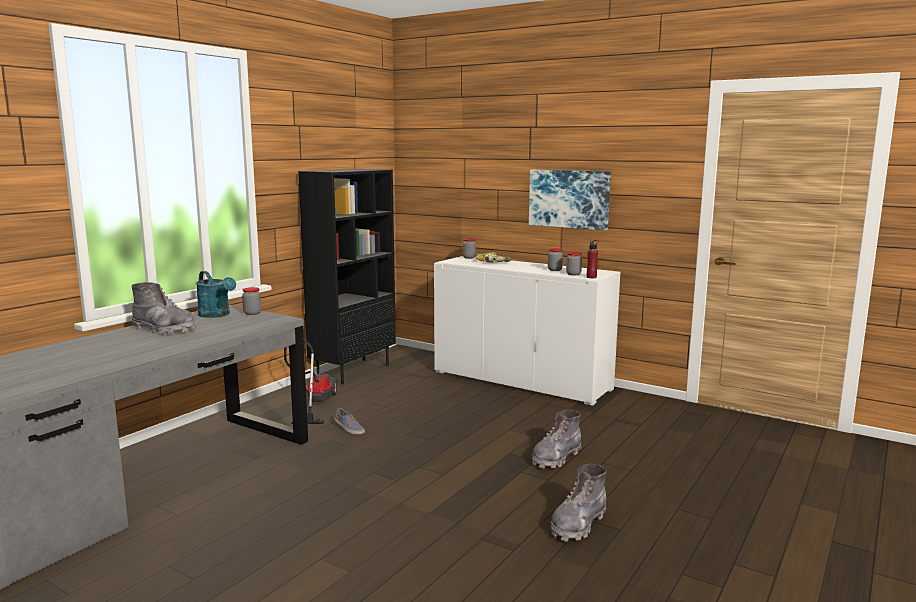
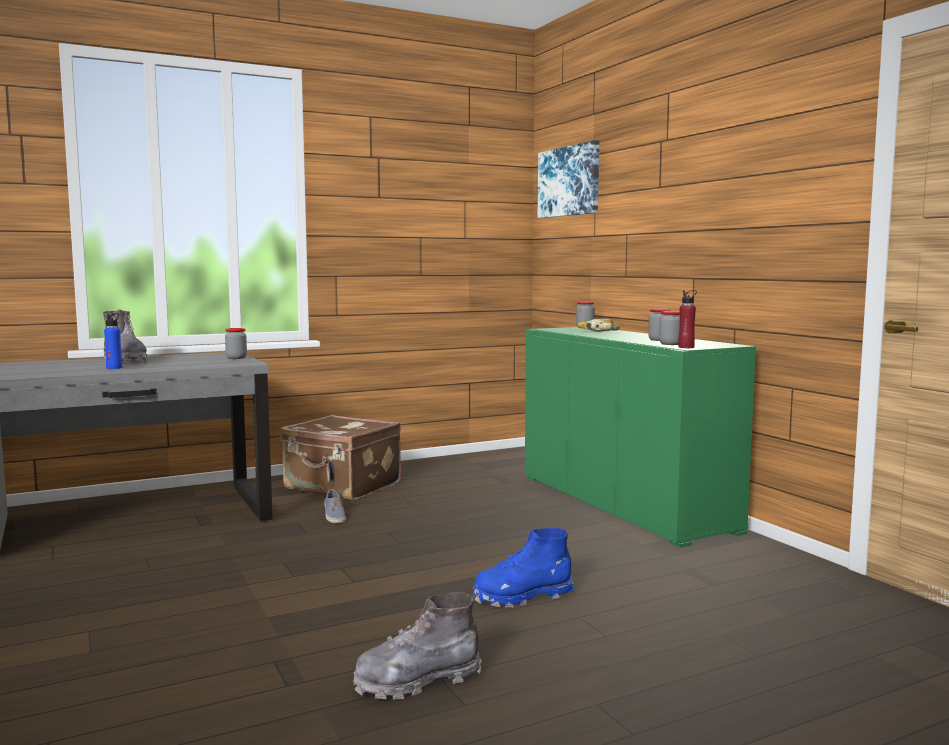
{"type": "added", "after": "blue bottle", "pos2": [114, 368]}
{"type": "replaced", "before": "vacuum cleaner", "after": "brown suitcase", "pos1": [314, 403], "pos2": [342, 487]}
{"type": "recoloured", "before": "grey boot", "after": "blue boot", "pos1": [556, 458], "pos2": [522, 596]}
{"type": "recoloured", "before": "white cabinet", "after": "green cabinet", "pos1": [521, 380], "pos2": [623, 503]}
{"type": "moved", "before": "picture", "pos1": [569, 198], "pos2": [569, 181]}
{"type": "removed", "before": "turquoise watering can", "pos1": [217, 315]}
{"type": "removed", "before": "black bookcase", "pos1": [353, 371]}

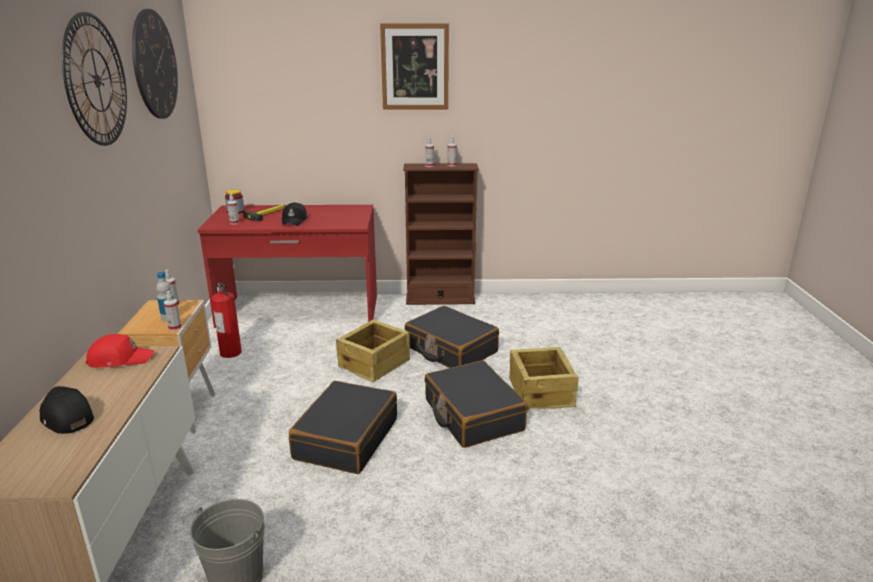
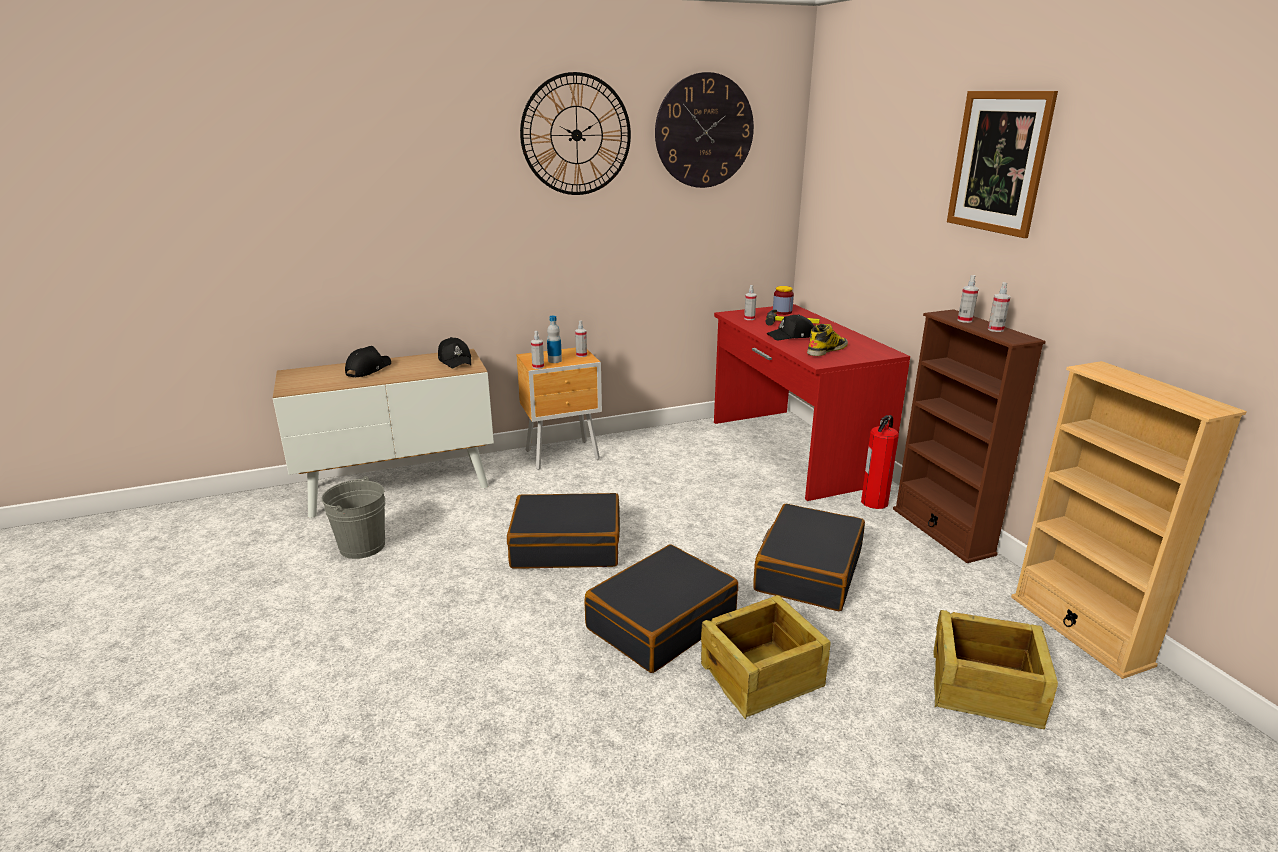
{"type": "recoloured", "before": "red cap", "after": "black cap", "pos1": [120, 359], "pos2": [455, 360]}
{"type": "added", "after": "boot", "pos2": [827, 350]}
{"type": "moved", "before": "fire extinguisher", "pos1": [230, 352], "pos2": [874, 502]}
{"type": "moved", "before": "crate", "pos1": [375, 363], "pos2": [985, 689]}
{"type": "added", "after": "beige bookcase", "pos2": [1079, 630]}

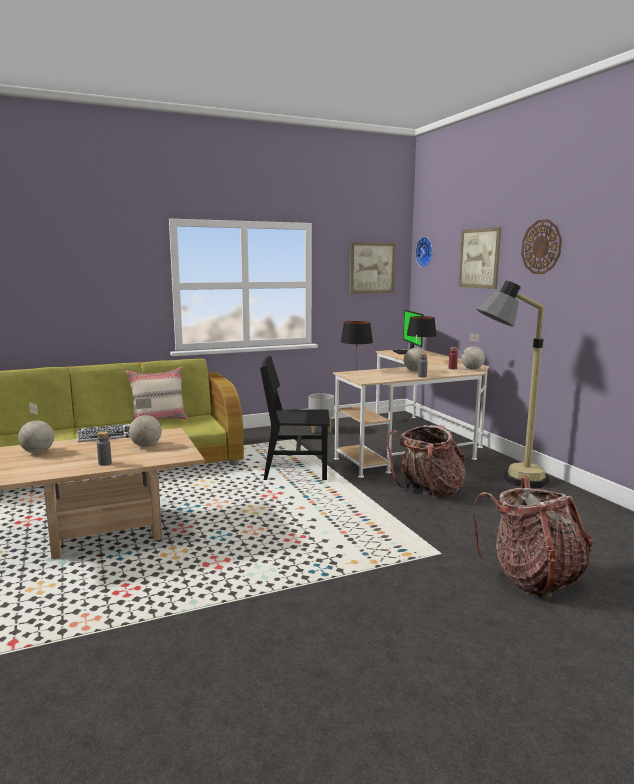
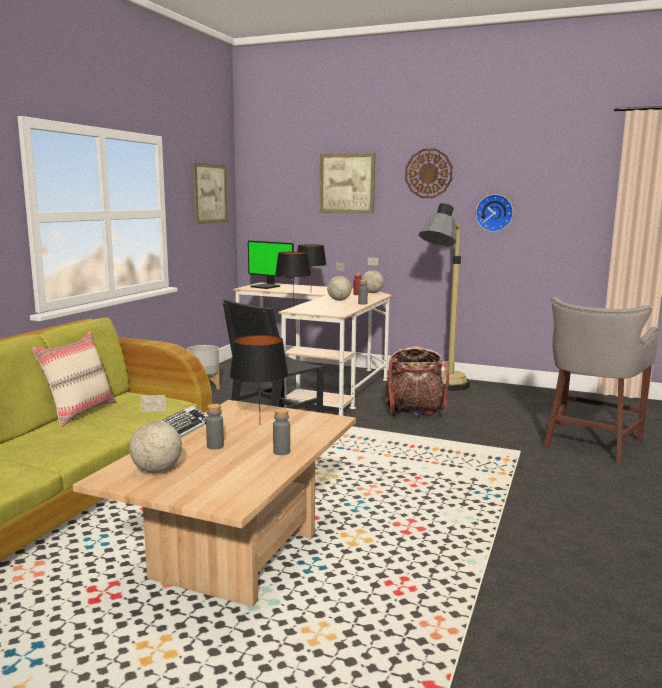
{"type": "added", "after": "grey bottle", "pos2": [215, 446]}
{"type": "replaced", "before": "globe", "after": "black table lamp", "pos1": [146, 446], "pos2": [260, 424]}
{"type": "moved", "before": "wall clock", "pos1": [426, 252], "pos2": [494, 213]}
{"type": "replaced", "before": "backpack", "after": "grey stool", "pos1": [532, 577], "pos2": [590, 444]}

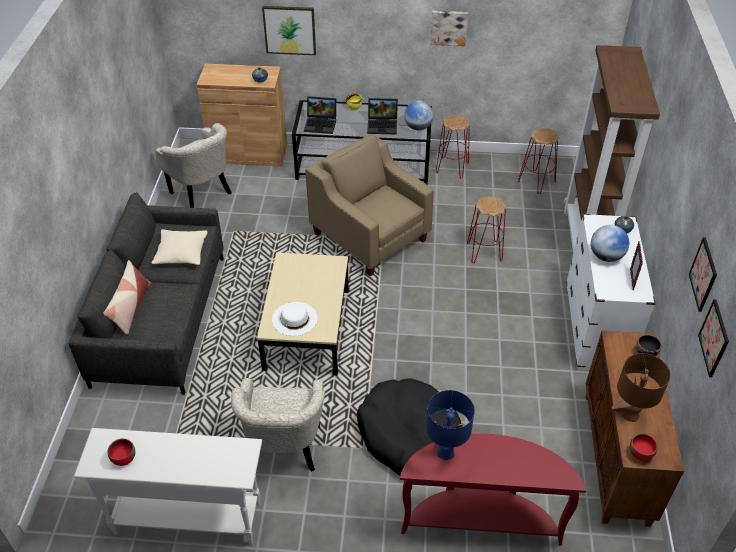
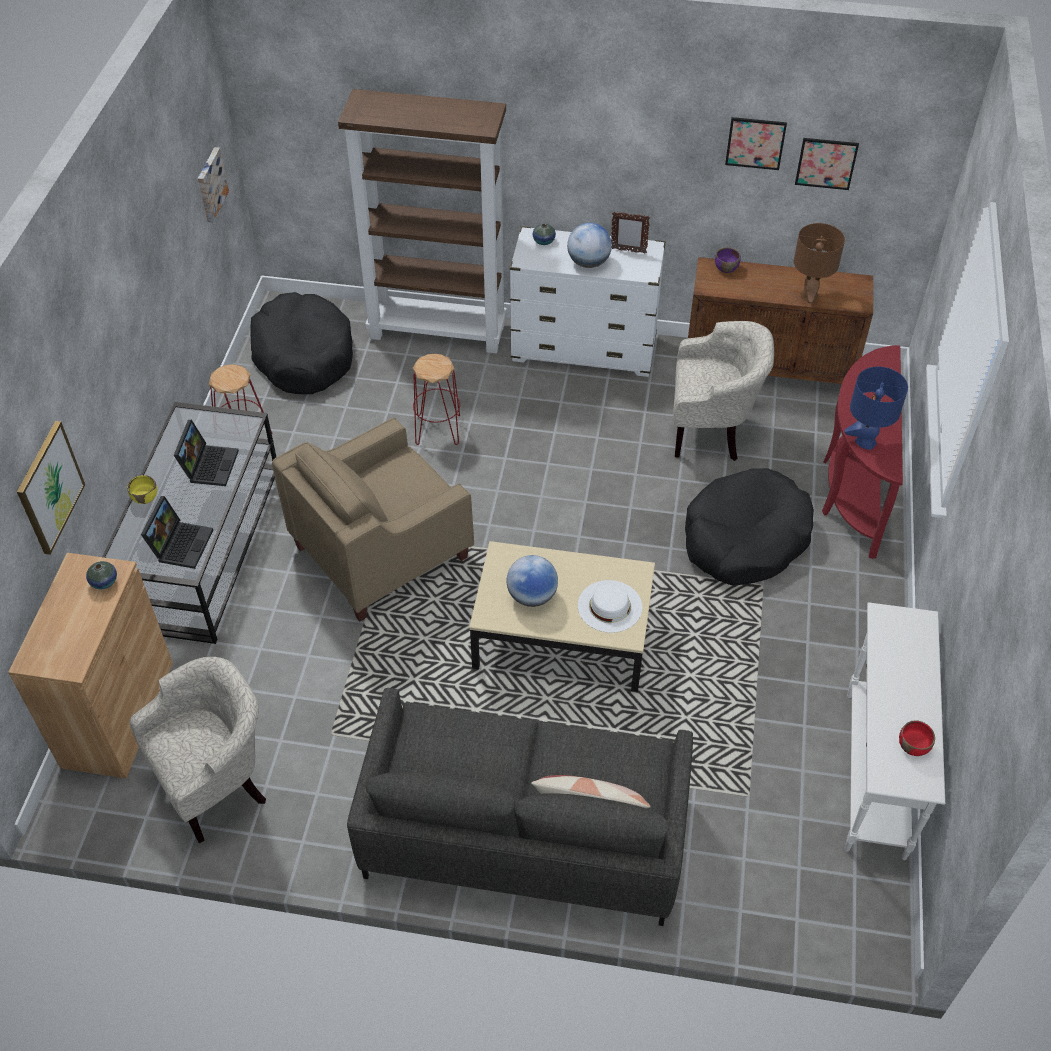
{"type": "moved", "before": "picture", "pos1": [448, 27], "pos2": [210, 184]}
{"type": "replaced", "before": "red stool", "after": "black dog bed", "pos1": [536, 182], "pos2": [303, 355]}
{"type": "moved", "before": "globe", "pos1": [418, 127], "pos2": [532, 596]}
{"type": "moved", "before": "beige armchair", "pos1": [284, 451], "pos2": [711, 432]}
{"type": "recoloured", "before": "black bowl", "after": "purple bowl", "pos1": [646, 352], "pos2": [726, 268]}
{"type": "removed", "before": "beige pillow", "pos1": [181, 253]}
{"type": "removed", "before": "red bowl", "pos1": [640, 453]}

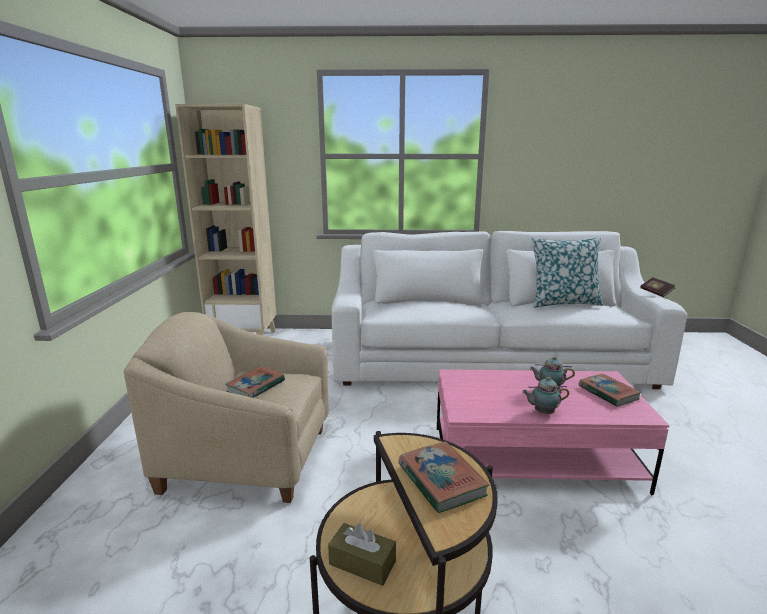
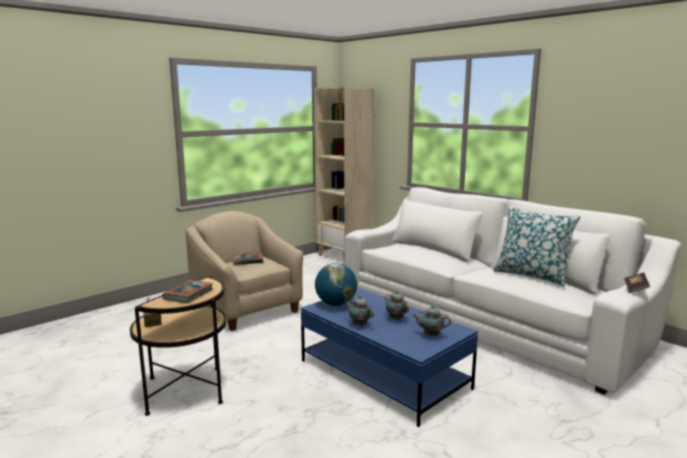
{"type": "recoloured", "before": "pink coffee table", "after": "blue coffee table", "pos1": [534, 458], "pos2": [383, 374]}
{"type": "added", "after": "globe", "pos2": [336, 304]}
{"type": "replaced", "before": "book", "after": "teapot", "pos1": [608, 393], "pos2": [430, 335]}

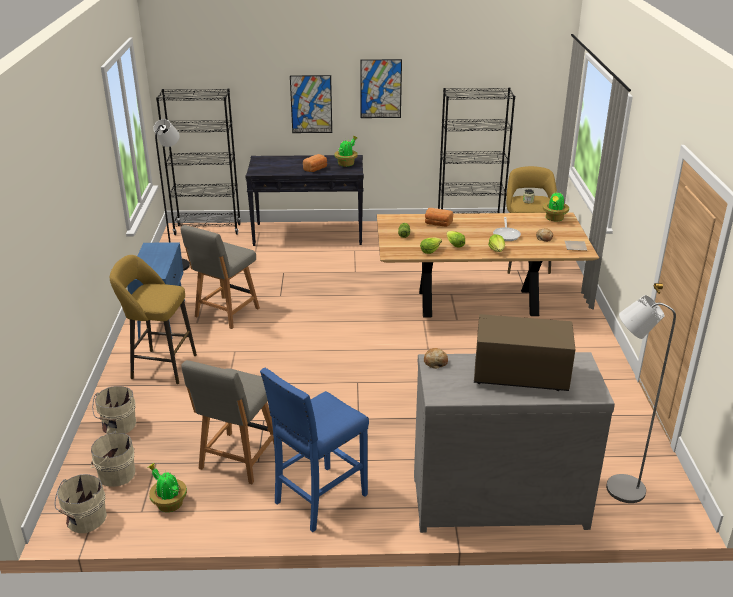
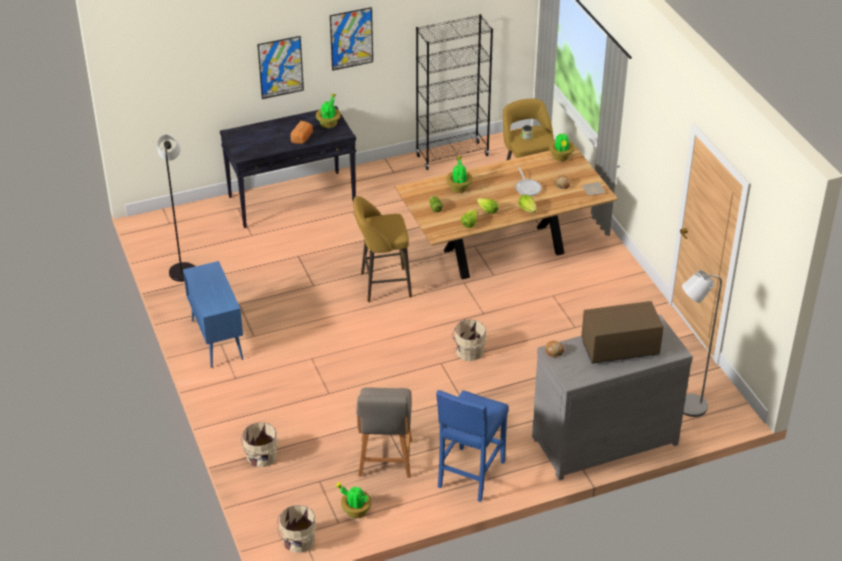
{"type": "moved", "before": "yellow stool", "pos1": [160, 366], "pos2": [382, 285]}
{"type": "replaced", "before": "bread", "after": "potted plant", "pos1": [437, 224], "pos2": [459, 187]}
{"type": "moved", "before": "beige bucket", "pos1": [115, 474], "pos2": [468, 351]}
{"type": "removed", "before": "black bookcase", "pos1": [208, 229]}
{"type": "removed", "before": "grey chair", "pos1": [225, 313]}

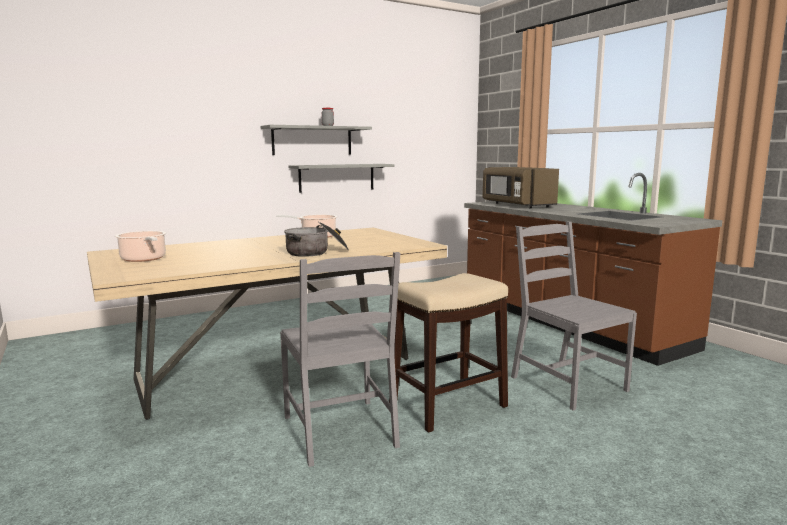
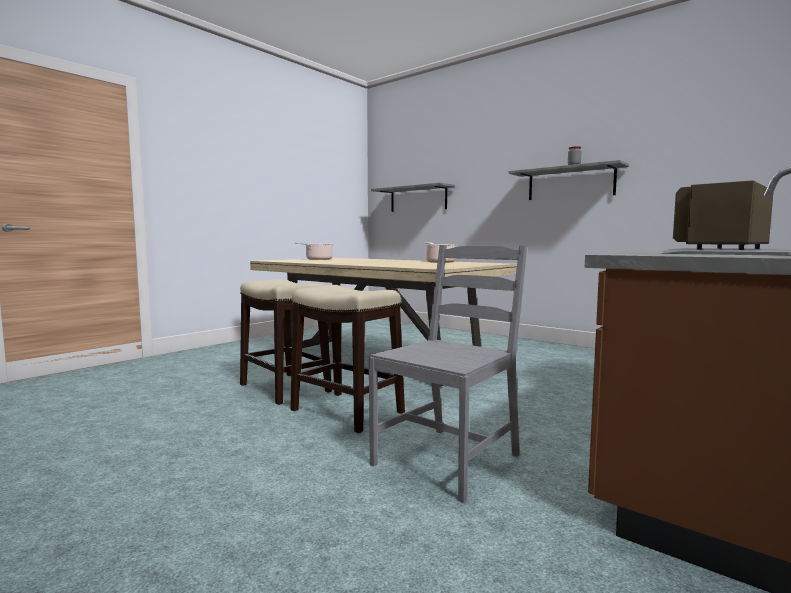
{"type": "replaced", "before": "grey chair", "after": "stool", "pos1": [341, 431], "pos2": [284, 388]}
{"type": "moved", "before": "grey shelf", "pos1": [337, 177], "pos2": [418, 199]}
{"type": "removed", "before": "cooking pot", "pos1": [317, 252]}

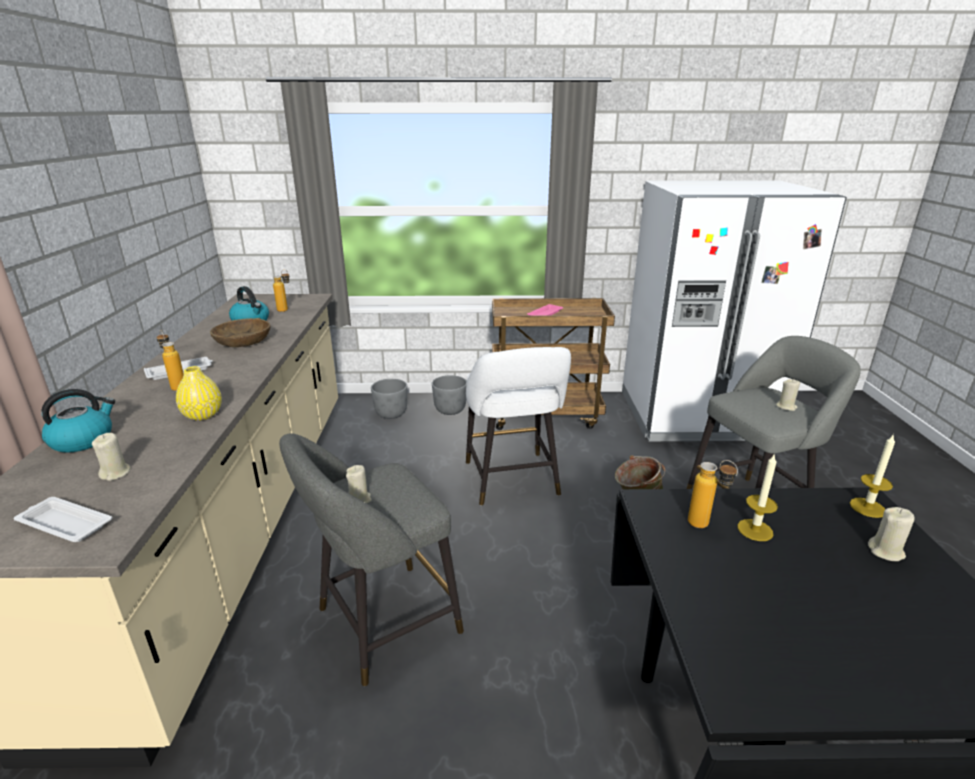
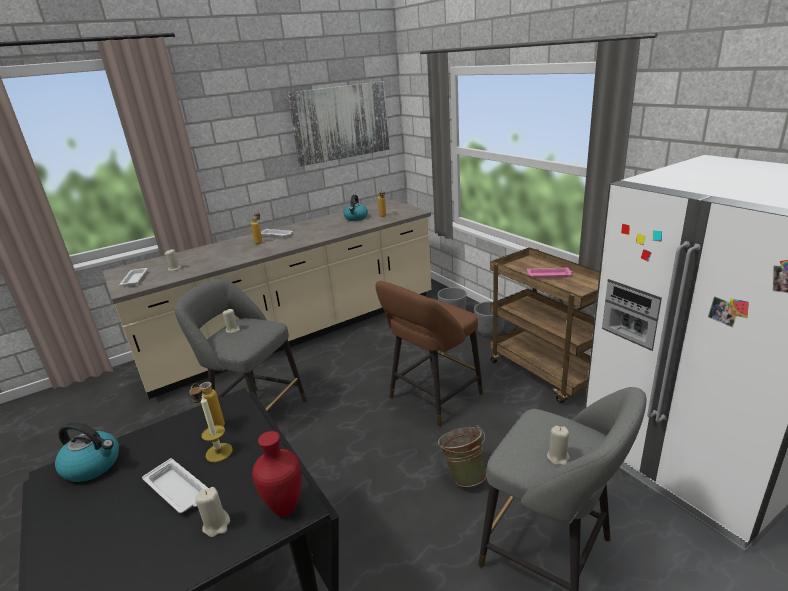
{"type": "moved", "before": "kettle", "pos1": [83, 440], "pos2": [93, 465]}
{"type": "added", "after": "white tray", "pos2": [178, 490]}
{"type": "replaced", "before": "candle", "after": "red vase", "pos1": [867, 507], "pos2": [284, 508]}
{"type": "added", "after": "picture", "pos2": [341, 122]}
{"type": "recoloured", "before": "white stool", "after": "brown stool", "pos1": [513, 481], "pos2": [432, 398]}
{"type": "removed", "before": "yellow vase", "pos1": [203, 415]}
{"type": "removed", "before": "brown bowl", "pos1": [243, 341]}

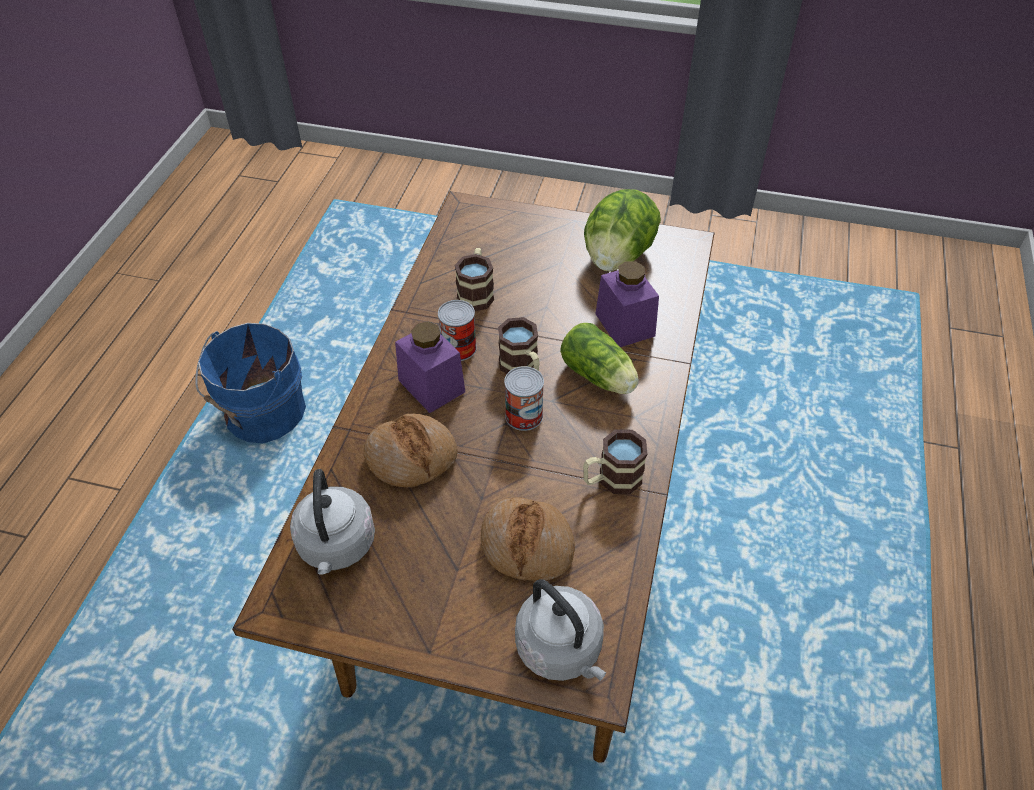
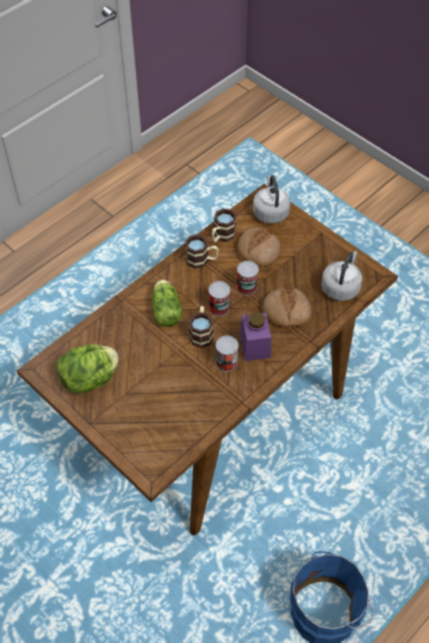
{"type": "moved", "before": "mug", "pos1": [476, 292], "pos2": [222, 236]}
{"type": "added", "after": "can", "pos2": [247, 287]}
{"type": "removed", "before": "purple jar", "pos1": [625, 325]}

